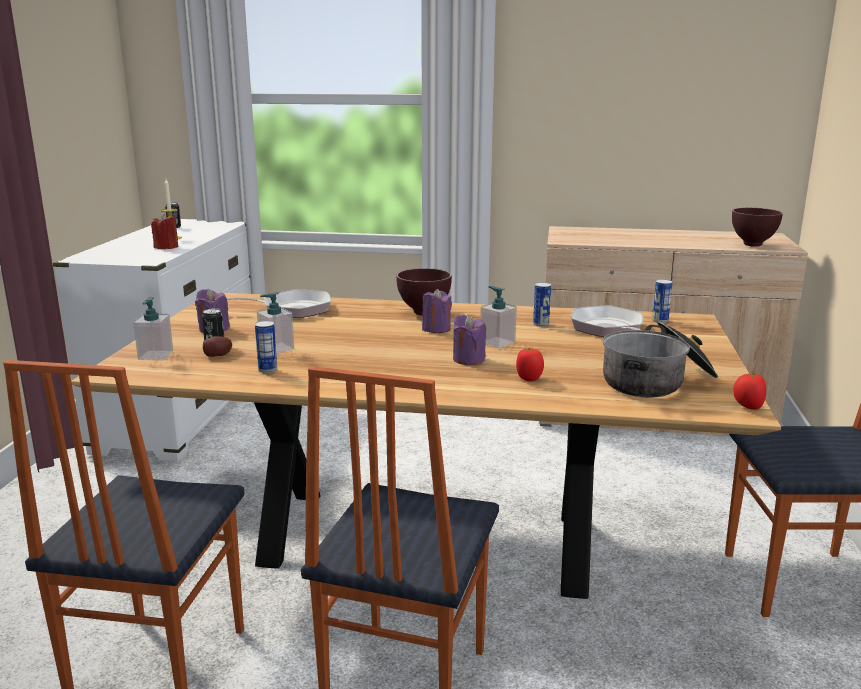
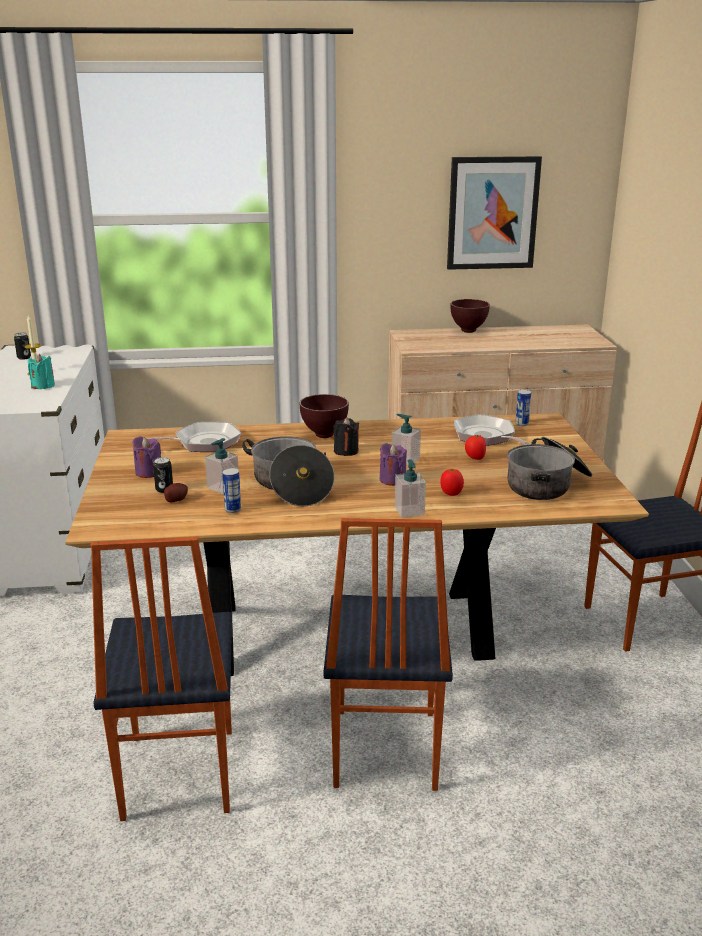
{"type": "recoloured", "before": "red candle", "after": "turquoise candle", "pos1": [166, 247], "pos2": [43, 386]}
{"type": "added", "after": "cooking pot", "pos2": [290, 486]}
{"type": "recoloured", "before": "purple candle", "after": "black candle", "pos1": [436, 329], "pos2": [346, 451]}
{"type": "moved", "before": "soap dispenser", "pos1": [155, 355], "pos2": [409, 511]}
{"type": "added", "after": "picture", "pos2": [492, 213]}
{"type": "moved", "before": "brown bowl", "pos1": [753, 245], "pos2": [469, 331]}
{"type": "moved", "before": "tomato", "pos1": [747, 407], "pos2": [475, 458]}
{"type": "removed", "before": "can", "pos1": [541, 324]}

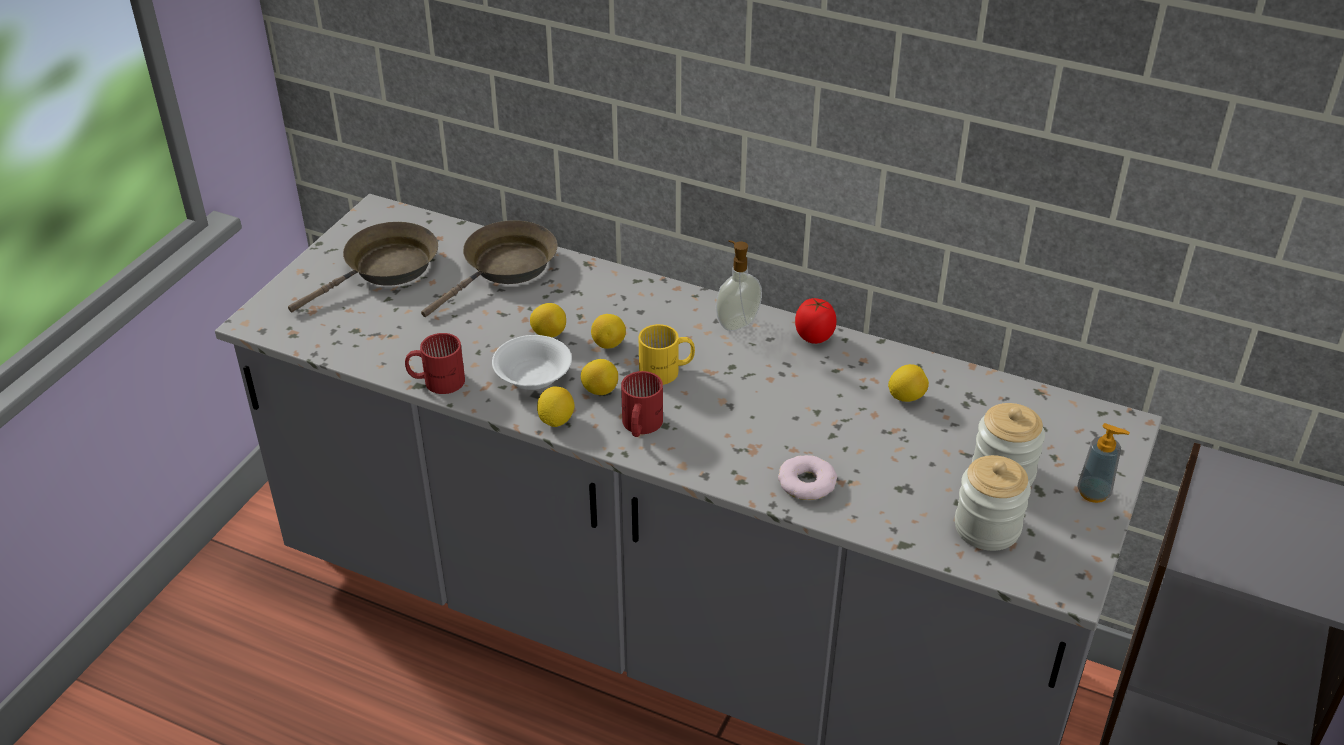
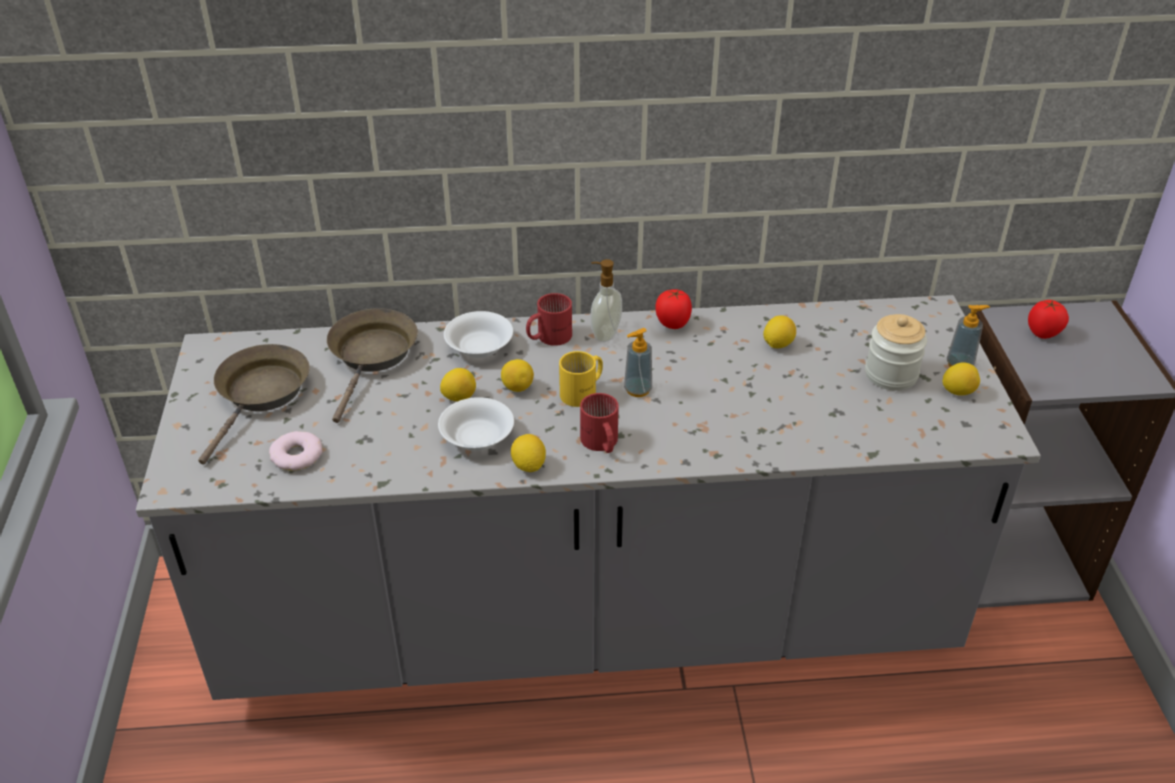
{"type": "moved", "before": "donut", "pos1": [806, 483], "pos2": [296, 455]}
{"type": "added", "after": "white bowl", "pos2": [480, 347]}
{"type": "moved", "before": "red mug", "pos1": [437, 380], "pos2": [548, 336]}
{"type": "added", "after": "soap dispenser", "pos2": [637, 390]}
{"type": "moved", "before": "lemon", "pos1": [600, 390], "pos2": [958, 391]}
{"type": "added", "after": "tomato", "pos2": [1043, 333]}
{"type": "removed", "before": "jar", "pos1": [987, 527]}

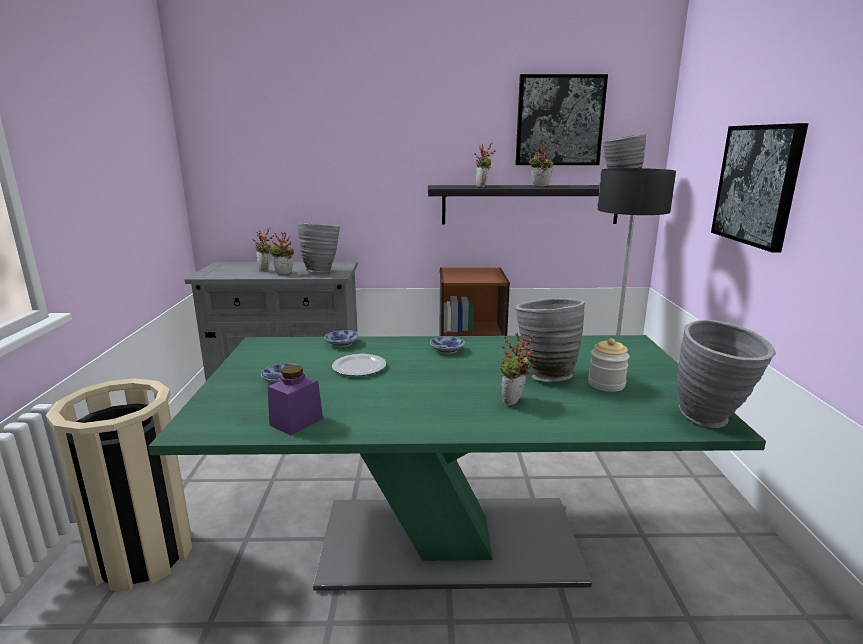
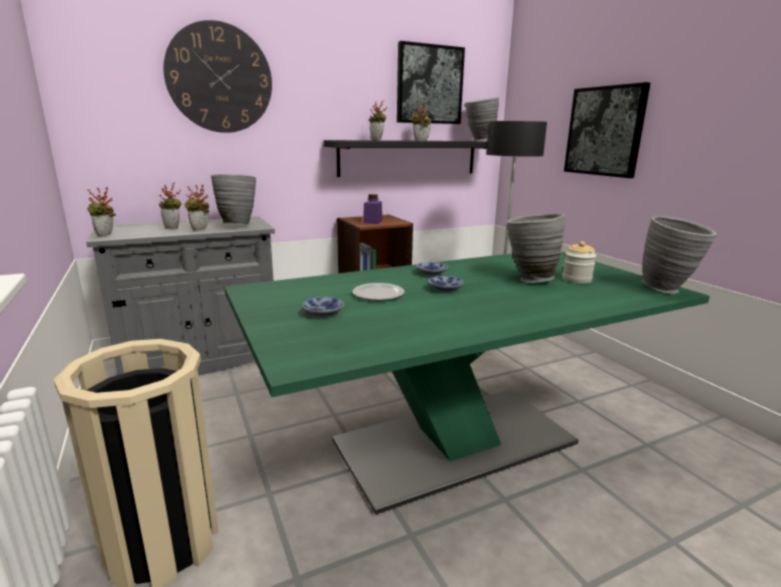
{"type": "moved", "before": "potted plant", "pos1": [514, 402], "pos2": [106, 235]}
{"type": "added", "after": "wall clock", "pos2": [220, 78]}
{"type": "moved", "before": "purple jar", "pos1": [296, 422], "pos2": [372, 222]}
{"type": "moved", "before": "bowl", "pos1": [343, 343], "pos2": [446, 289]}

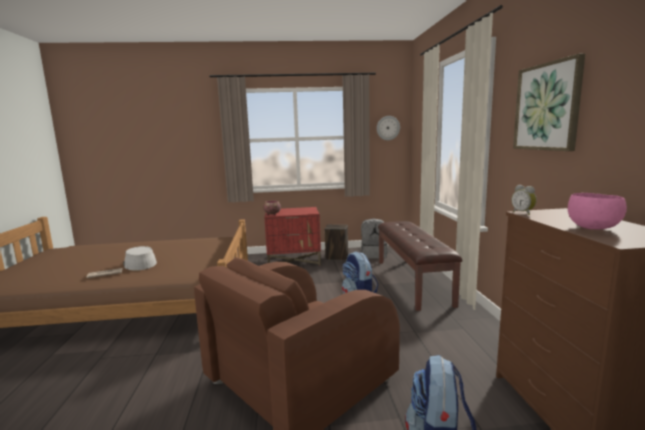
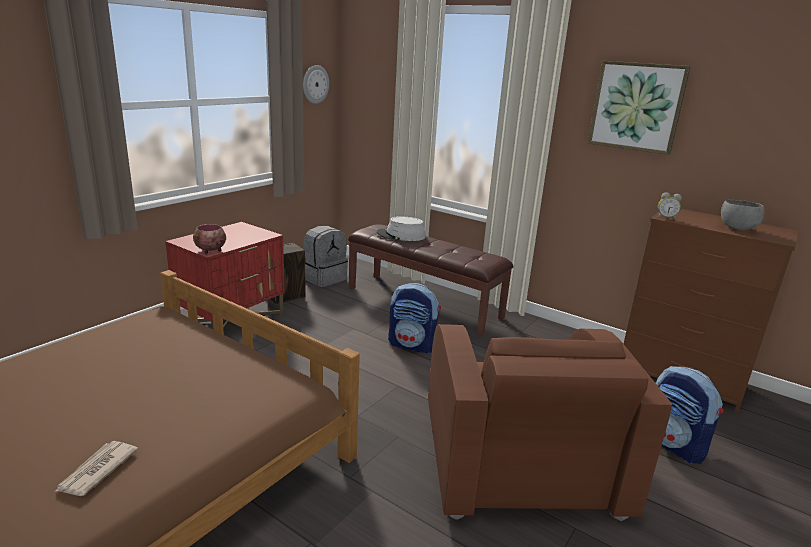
{"type": "moved", "before": "grey hat", "pos1": [139, 263], "pos2": [401, 235]}
{"type": "recoloured", "before": "pink bowl", "after": "grey bowl", "pos1": [591, 228], "pos2": [736, 228]}

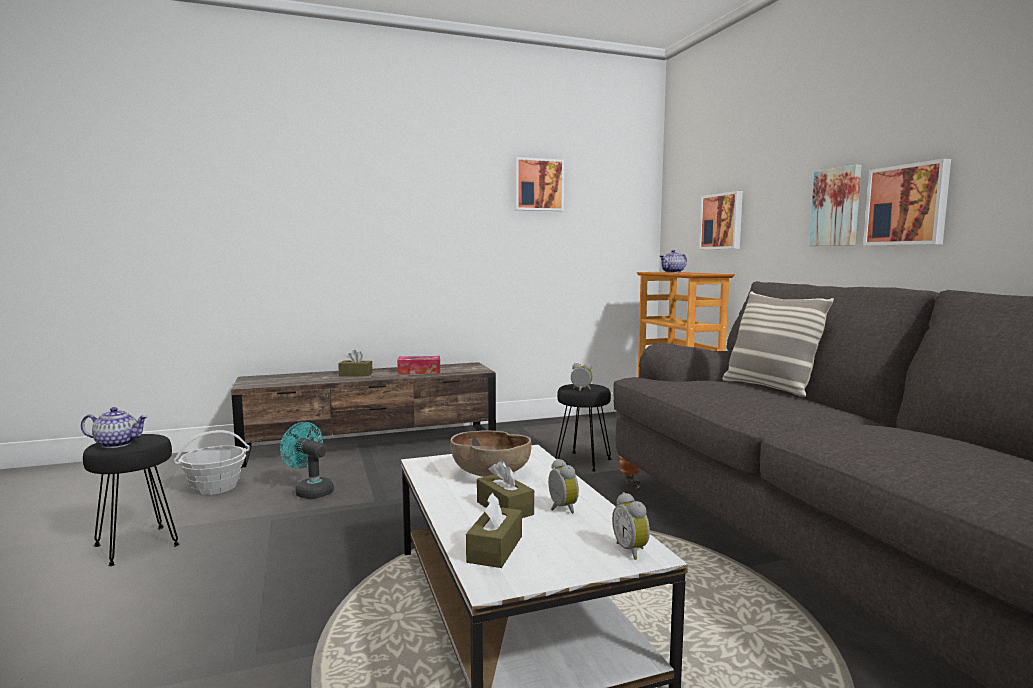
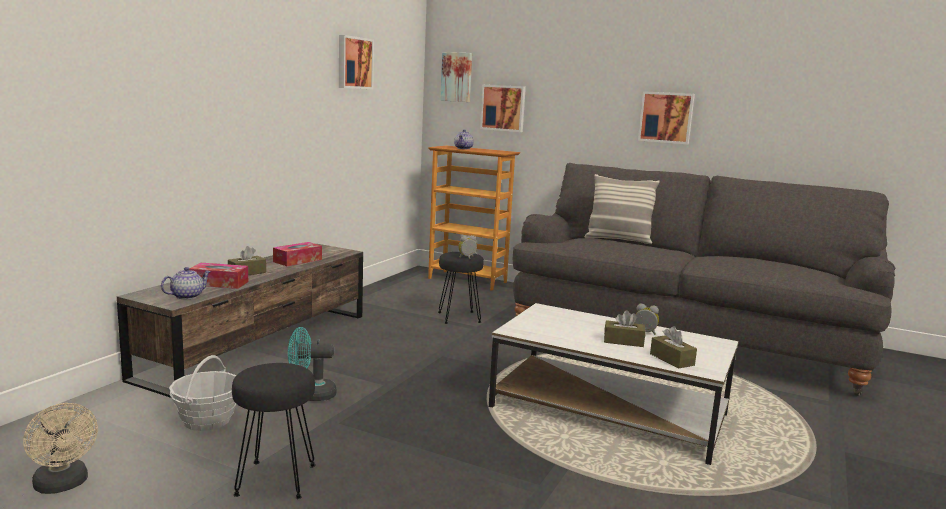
{"type": "added", "after": "beige fan", "pos2": [63, 485]}
{"type": "moved", "before": "teapot", "pos1": [117, 444], "pos2": [187, 296]}
{"type": "added", "after": "tissue box", "pos2": [219, 283]}
{"type": "moved", "before": "picture", "pos1": [837, 207], "pos2": [457, 77]}
{"type": "removed", "before": "brown bowl", "pos1": [490, 474]}
{"type": "removed", "before": "alarm clock", "pos1": [632, 550]}

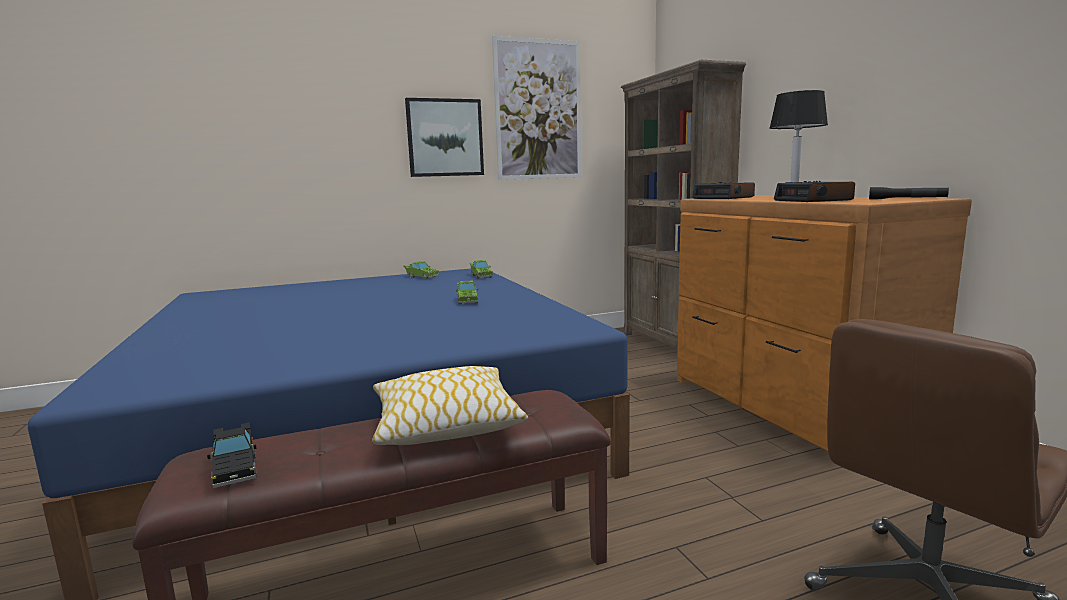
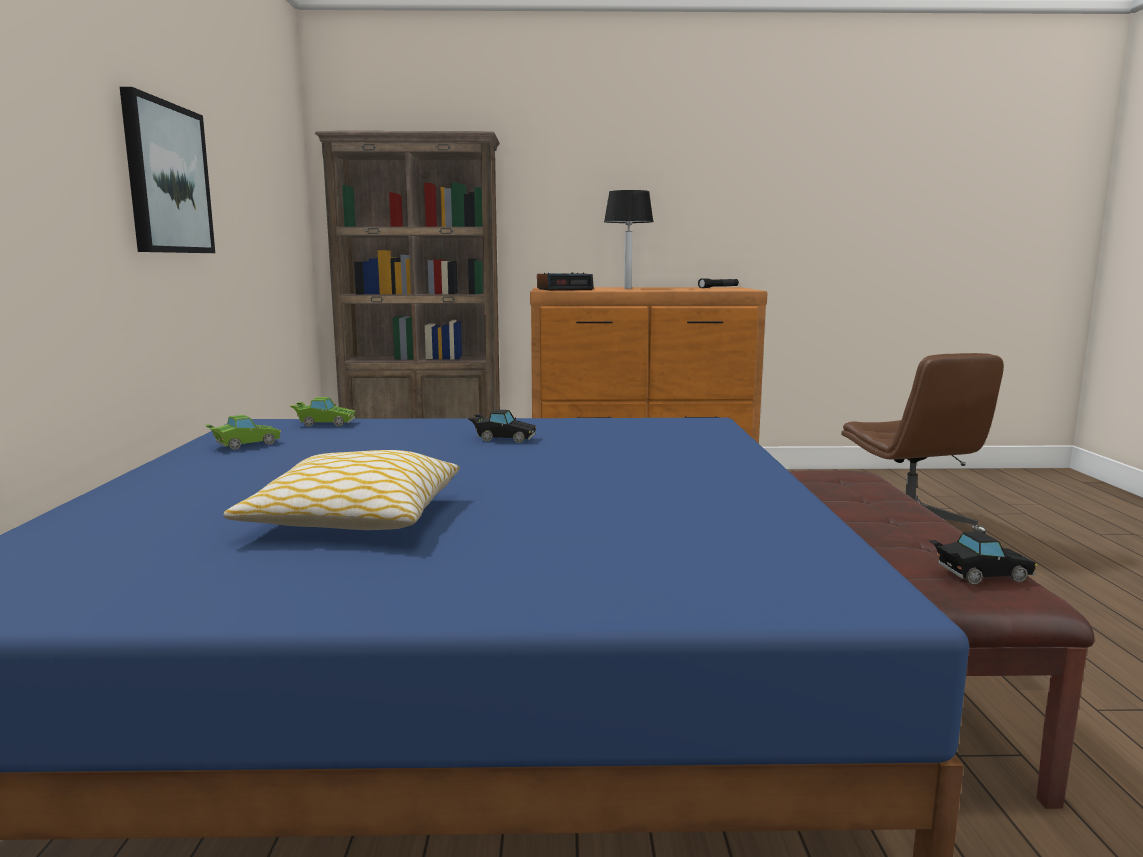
{"type": "moved", "before": "pillow", "pos1": [445, 423], "pos2": [354, 518]}
{"type": "recoloured", "before": "green toy car", "after": "black toy car", "pos1": [467, 300], "pos2": [502, 439]}
{"type": "removed", "before": "picture", "pos1": [538, 110]}
{"type": "removed", "before": "alarm clock", "pos1": [813, 200]}

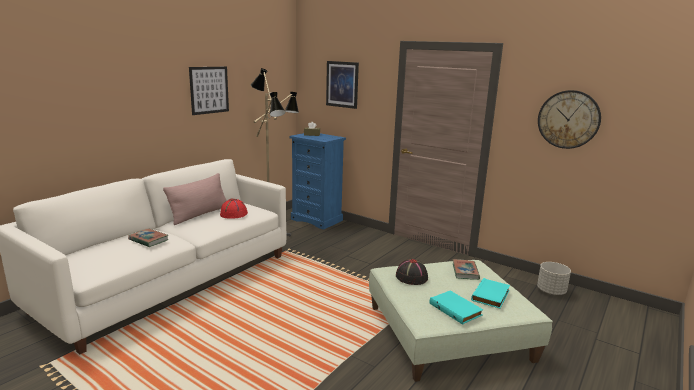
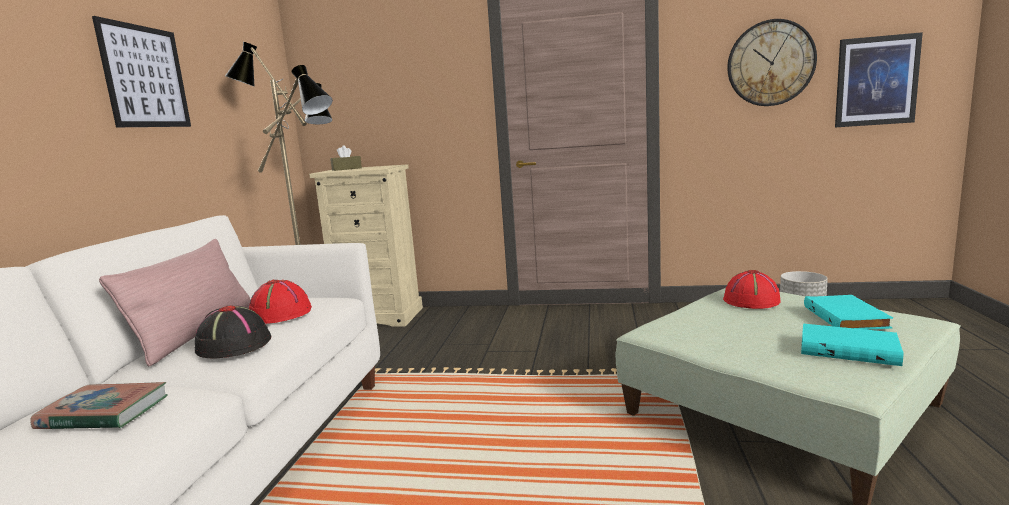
{"type": "moved", "before": "black hat", "pos1": [411, 277], "pos2": [233, 345]}
{"type": "recoloured", "before": "blue dresser", "after": "beige dresser", "pos1": [317, 220], "pos2": [380, 317]}
{"type": "replaced", "before": "book", "after": "red hat", "pos1": [465, 271], "pos2": [751, 301]}
{"type": "moved", "before": "picture", "pos1": [342, 84], "pos2": [876, 81]}

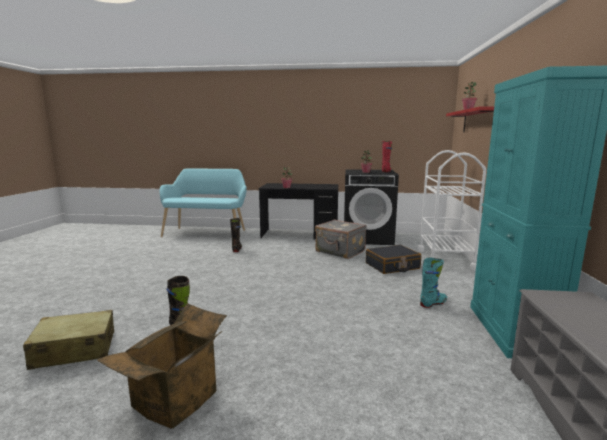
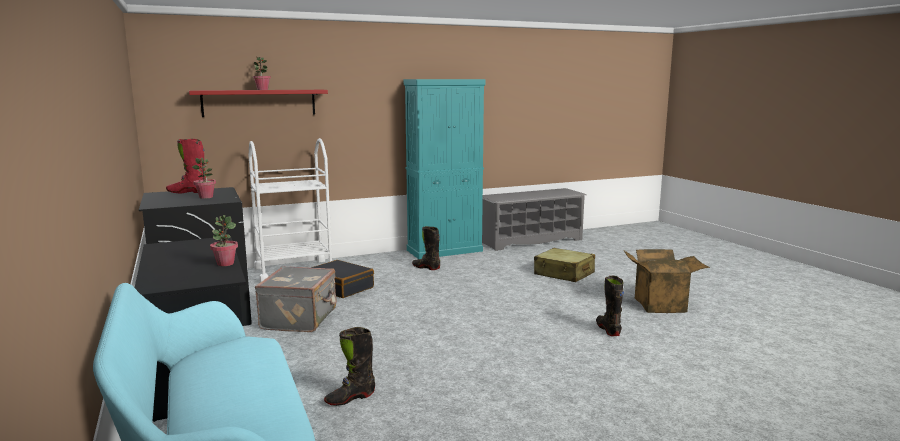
{"type": "recoloured", "before": "turquoise boot", "after": "black boot", "pos1": [433, 303], "pos2": [426, 267]}
{"type": "moved", "before": "beige suitcase", "pos1": [75, 350], "pos2": [564, 274]}

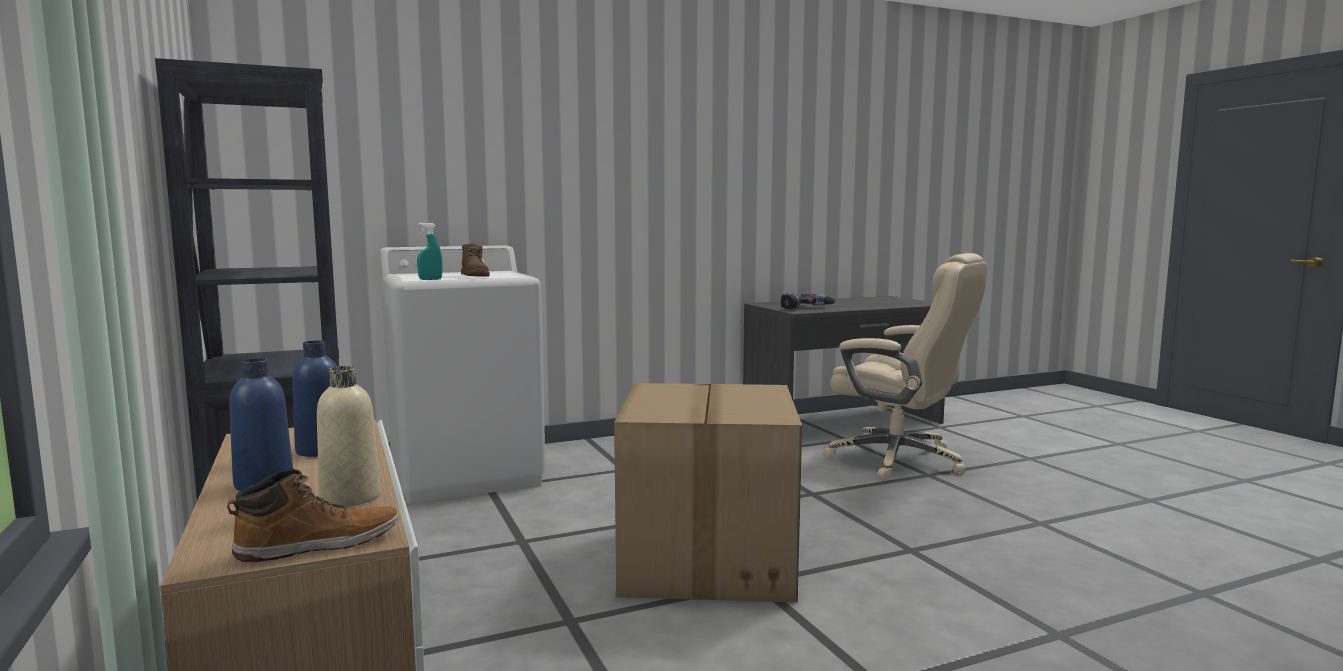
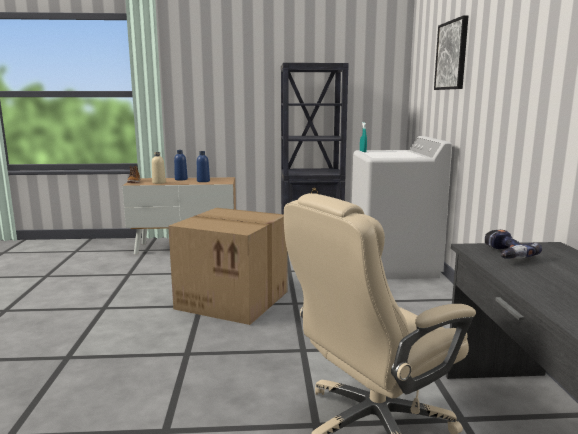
{"type": "added", "after": "picture", "pos2": [452, 55]}
{"type": "removed", "before": "brown boot", "pos1": [475, 276]}

